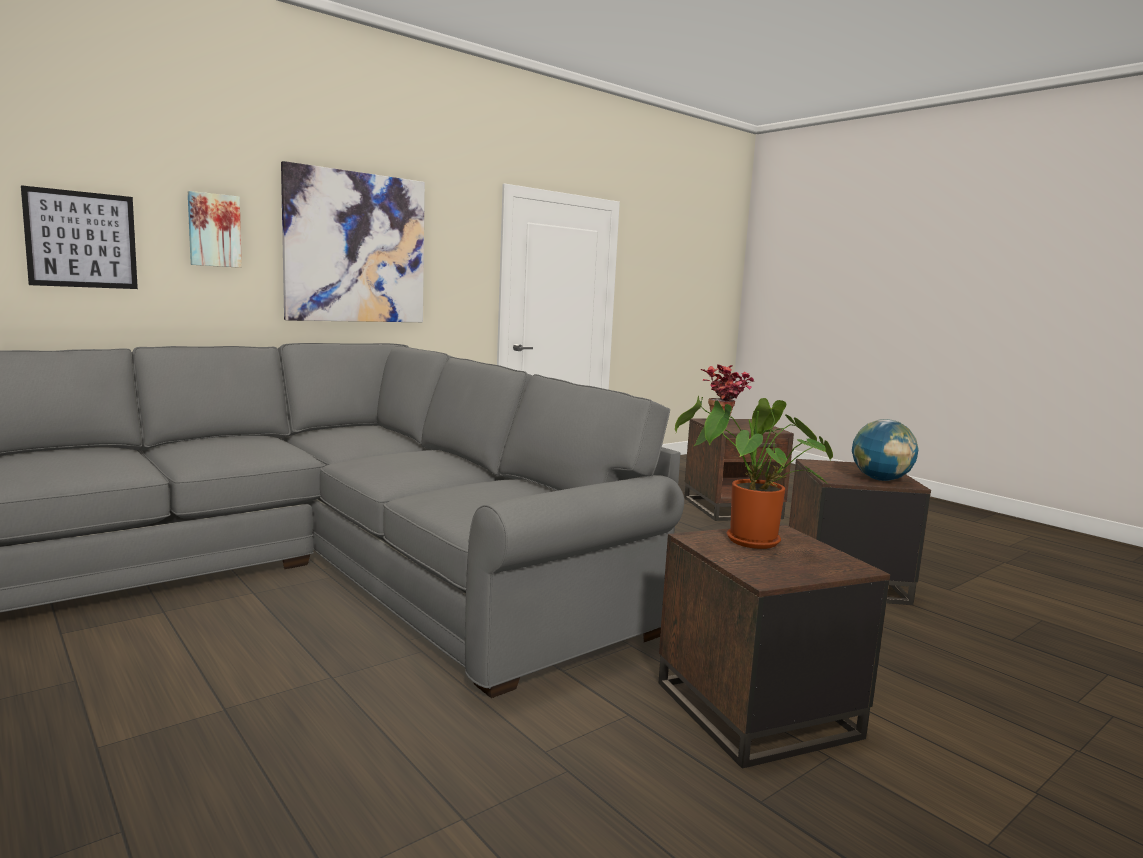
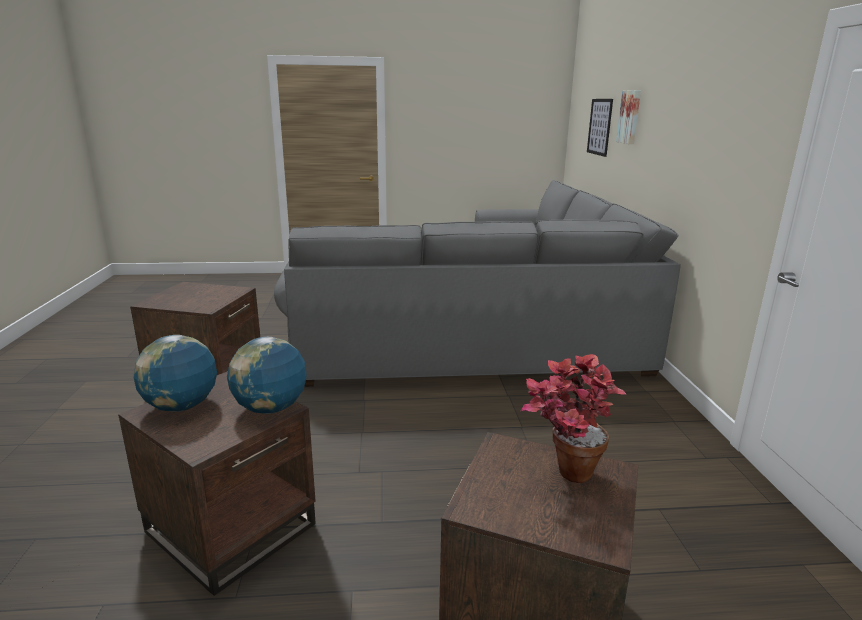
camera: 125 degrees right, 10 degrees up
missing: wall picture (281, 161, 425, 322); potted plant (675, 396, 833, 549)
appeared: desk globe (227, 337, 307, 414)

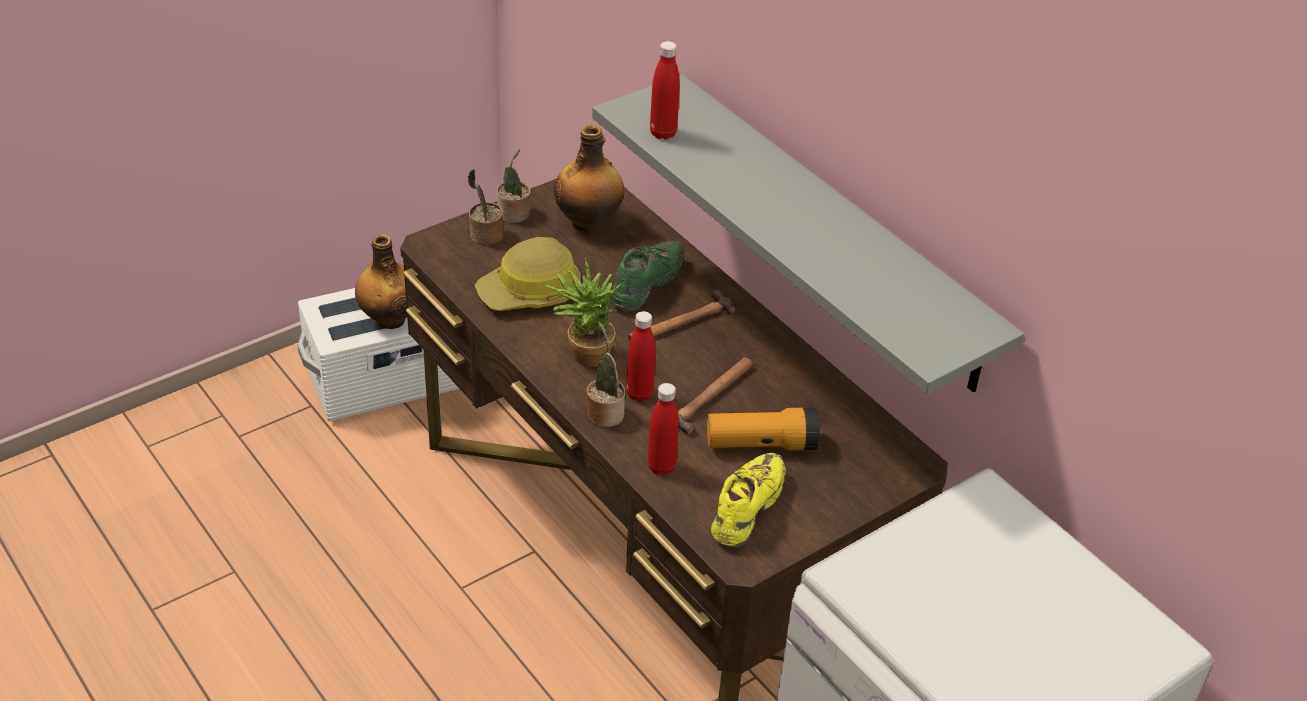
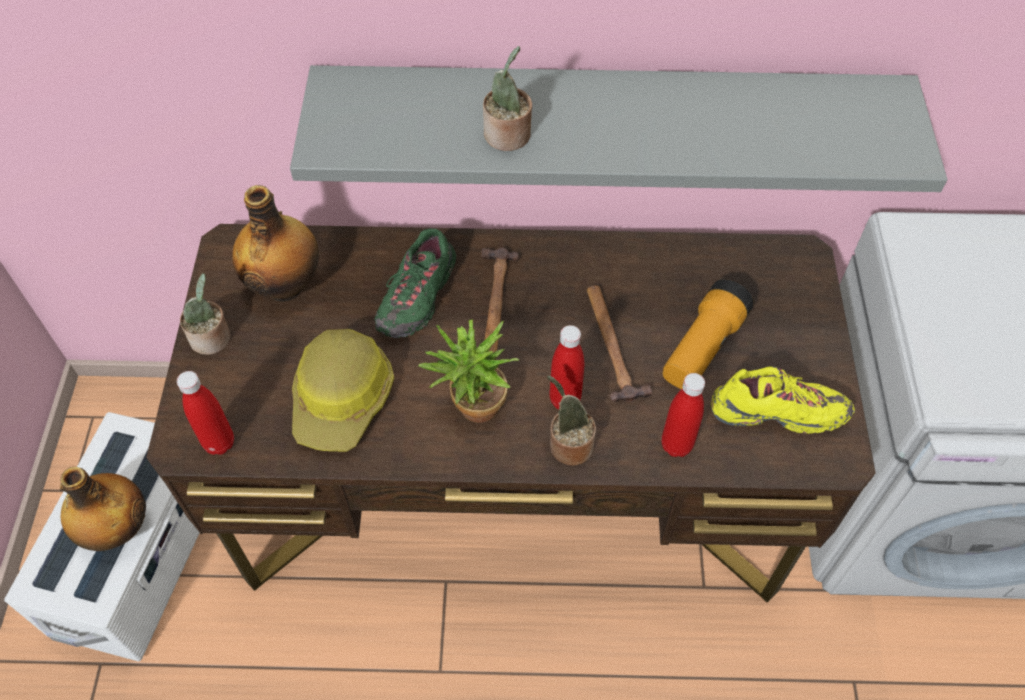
camera: 50 degrees left, 15 degrees up
relocated: potted plant (468, 169, 503, 246) to (483, 46, 532, 151); red-coloured drink bottle (650, 41, 680, 140) to (177, 371, 234, 455)
spun: greenish low shoe (610, 240, 684, 311) = (374, 228, 456, 338) 135 degrees counterclockwise; yellow low shoe (711, 453, 786, 548) = (711, 367, 855, 434) 120 degrees clockwise

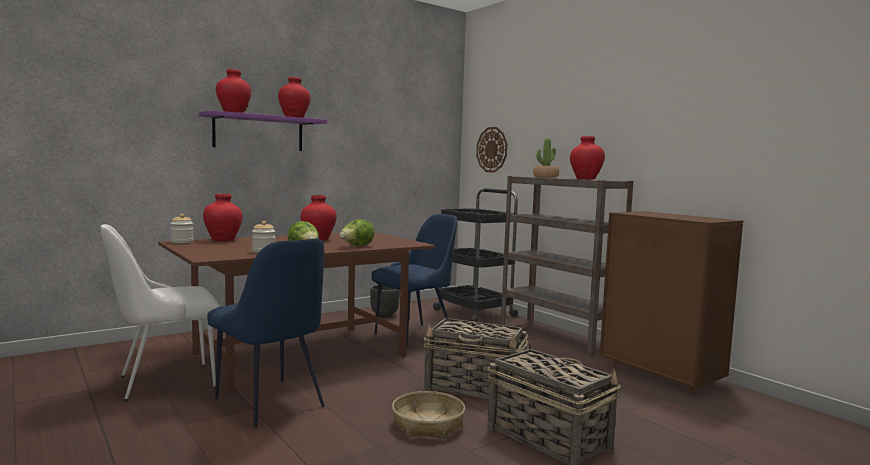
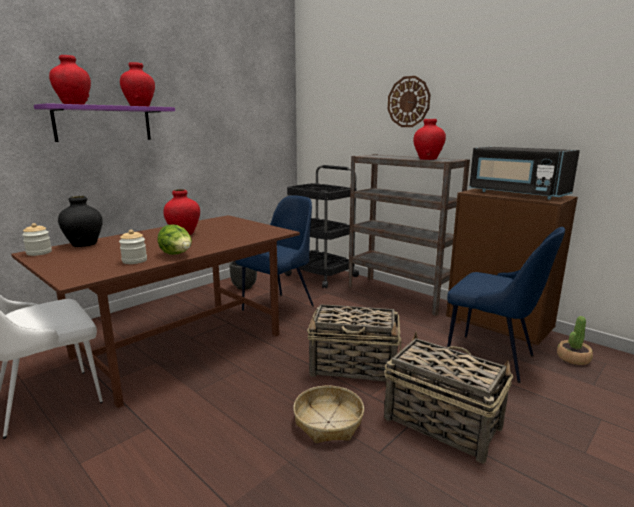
camera: 10 degrees left, 10 degrees up
missing: head of lettuce (340, 219, 375, 246)
appeared: black microwave (469, 147, 580, 199)
relocated: blue chair (207, 239, 325, 428) to (447, 227, 565, 383); clock on the wall (476, 127, 507, 173) to (388, 76, 430, 127); potted plant (533, 138, 559, 178) to (557, 316, 593, 365)
colour: red-coloured vase (203, 193, 243, 241) to black vase (58, 196, 103, 247)

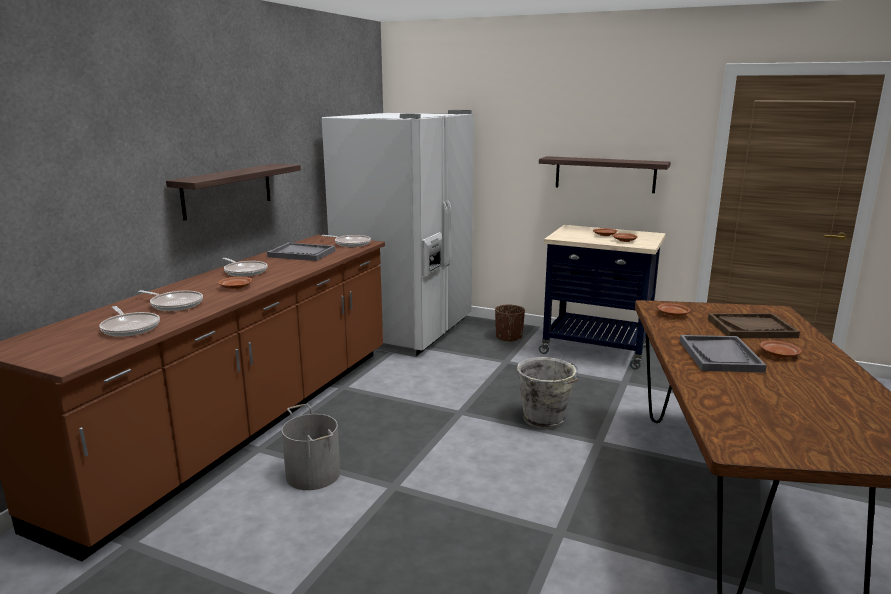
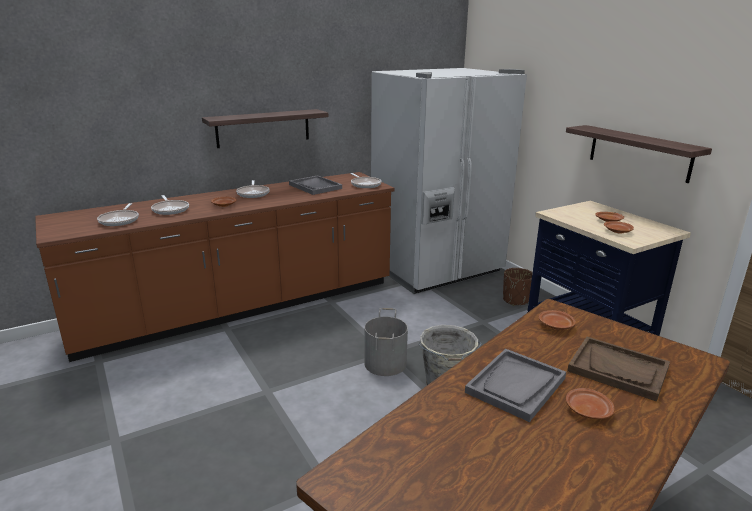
camera: 35 degrees right, 5 degrees up
relocated: grey pail (282, 403, 340, 490) to (365, 308, 408, 376)

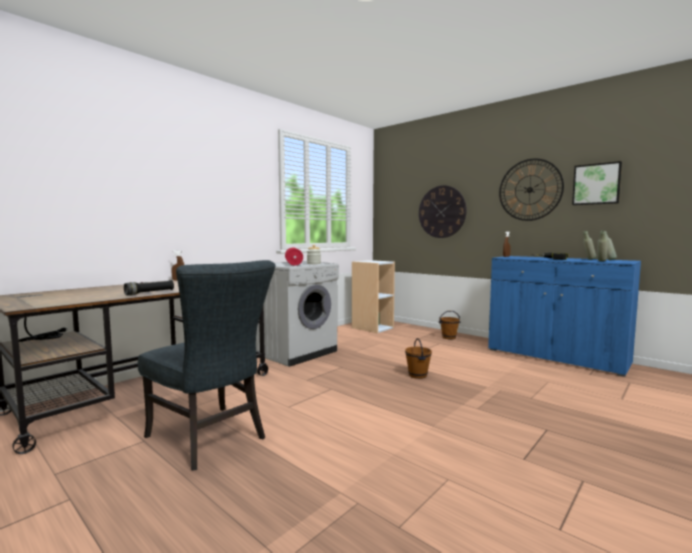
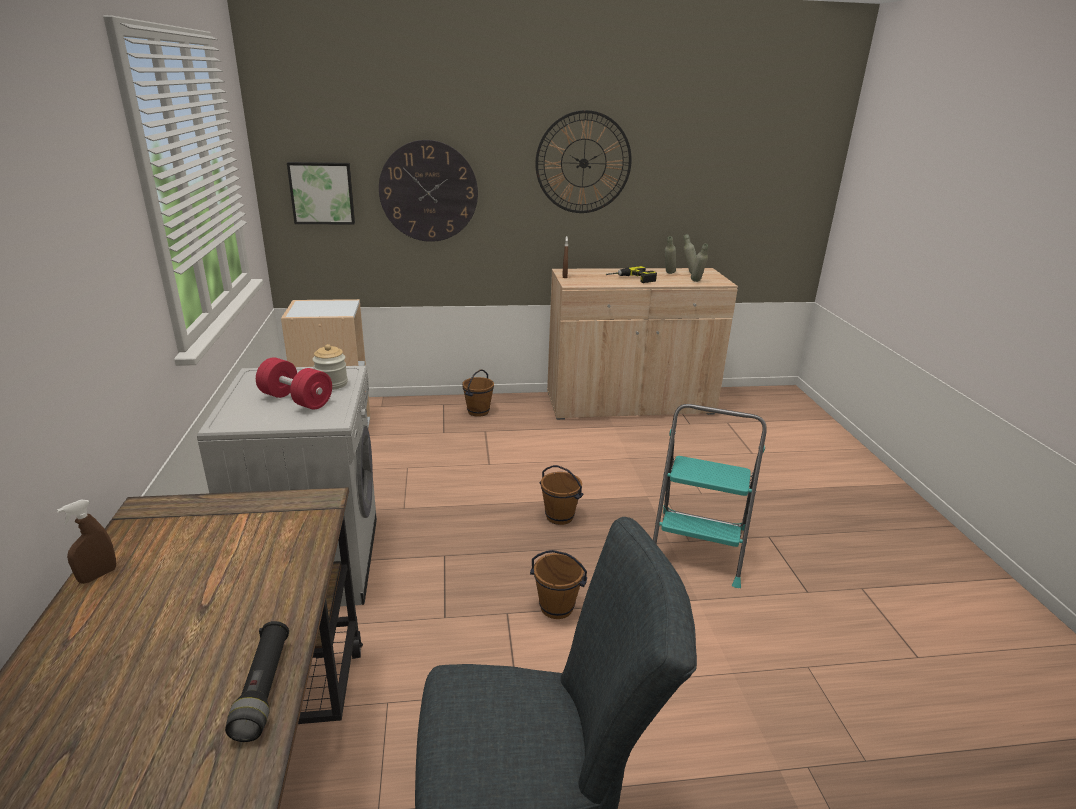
camera: 50 degrees left, 20 degrees up
appeared: brownish pail (530, 550, 587, 619); turquoise-coloured step ladder (653, 404, 767, 588)
relocated: wall picture (572, 161, 622, 205) to (287, 162, 355, 224)
colour: blue storage cabinet (488, 256, 641, 377) to beige-coloured storage cabinet (547, 268, 738, 420)

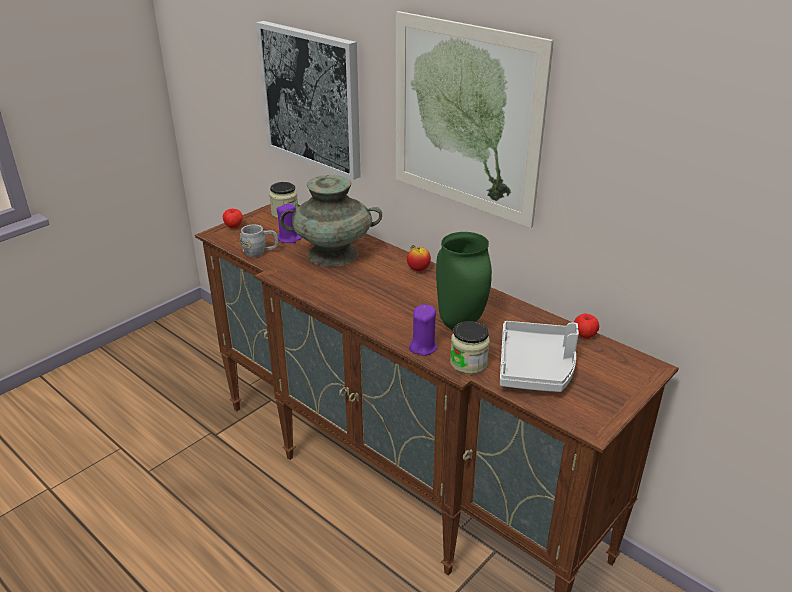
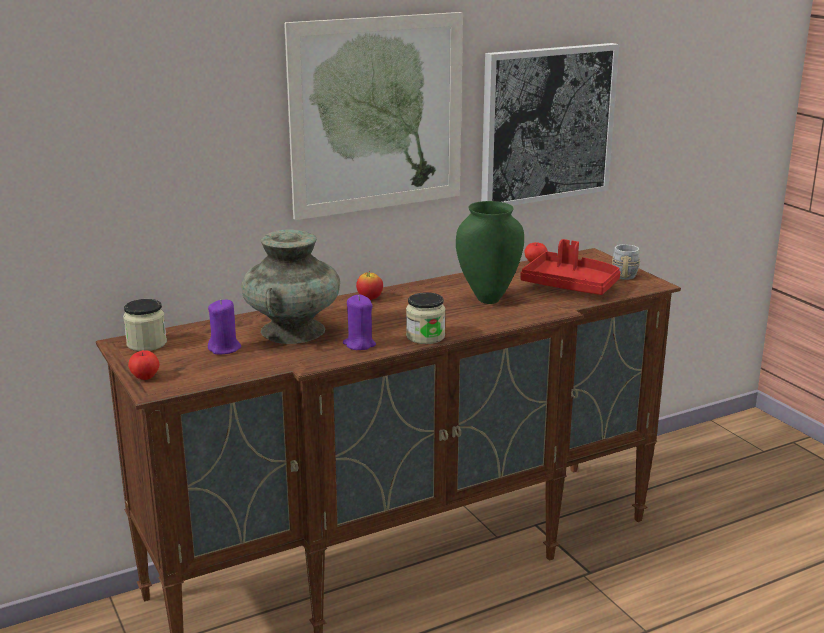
camera: 70 degrees left, 10 degrees down
relocated: grey coffee mug (240, 224, 278, 257) to (612, 244, 640, 280); wall picture (256, 21, 361, 180) to (481, 43, 619, 205); purplish wax candle (409, 305, 438, 356) to (343, 295, 376, 350); storage jar (450, 321, 490, 374) to (406, 292, 445, 344)
colour: grey tray (500, 321, 579, 392) to red-coloured tray (520, 239, 621, 295)

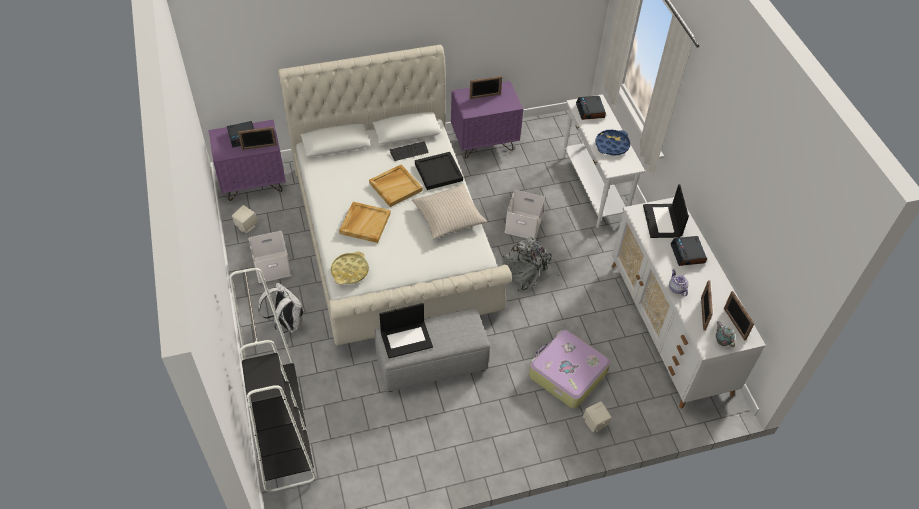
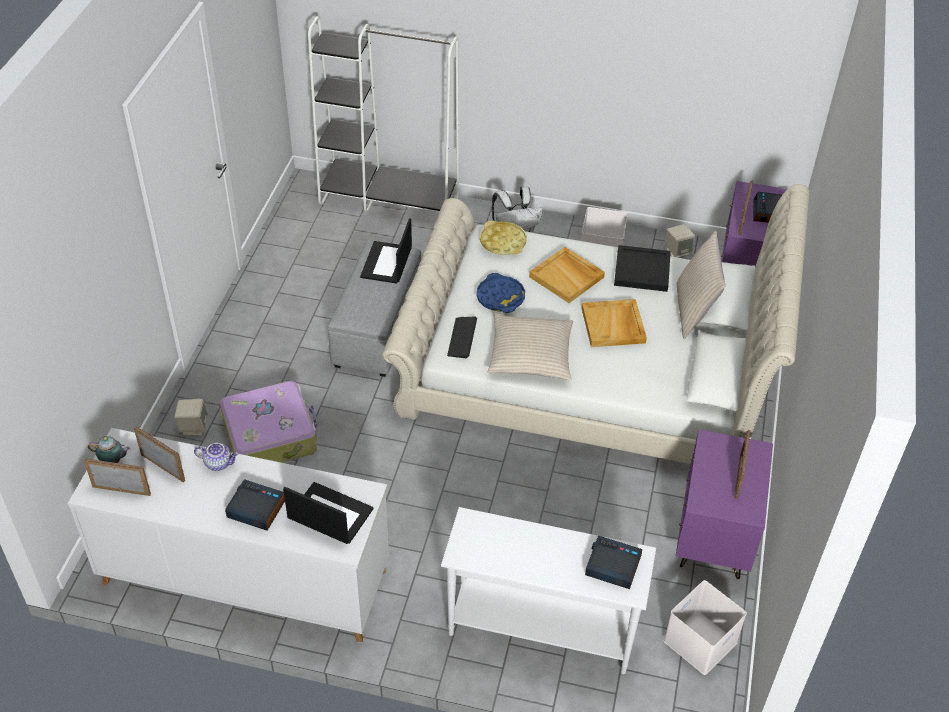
camera: 120 degrees right, 5 degrees down
missing: grey backpack (502, 237, 560, 292)
appeared: beige-coloured throw pillow (677, 231, 726, 339)
relocated: computer keyboard (390, 141, 428, 161) to (447, 316, 477, 358); black tray (415, 152, 463, 190) to (614, 245, 671, 292); whitish storage box (505, 190, 545, 239) to (664, 580, 747, 675); blue tray (596, 130, 630, 156) to (476, 273, 525, 313)

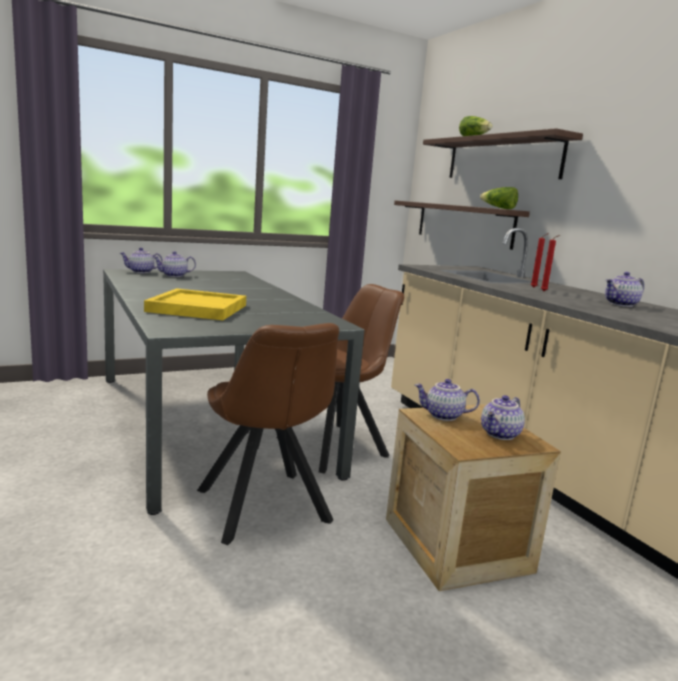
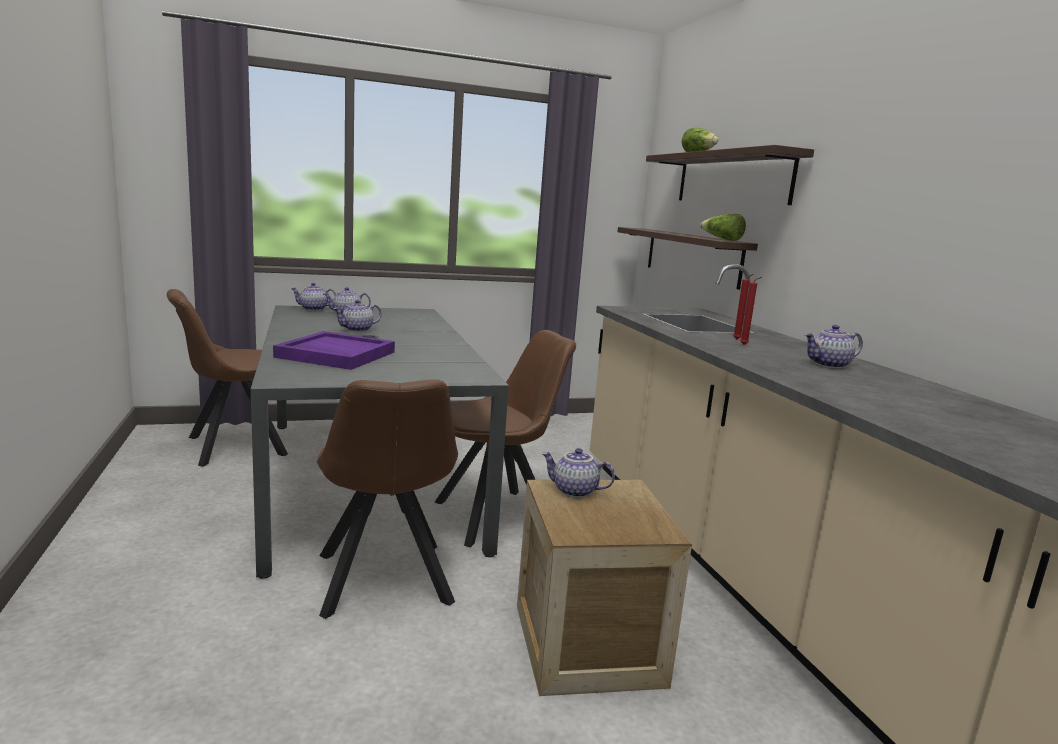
camera: 10 degrees right, 0 degrees up
appeared: brownish chair (167, 289, 288, 467)
relocated: teapot (481, 395, 525, 440) to (333, 300, 382, 332)
colour: yellow tray (144, 288, 246, 320) to purplish tray (273, 331, 395, 370)

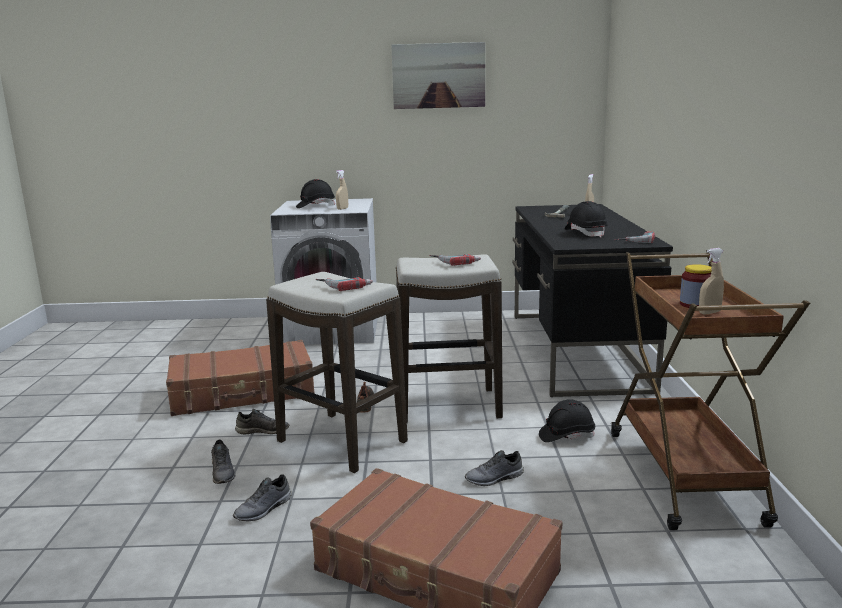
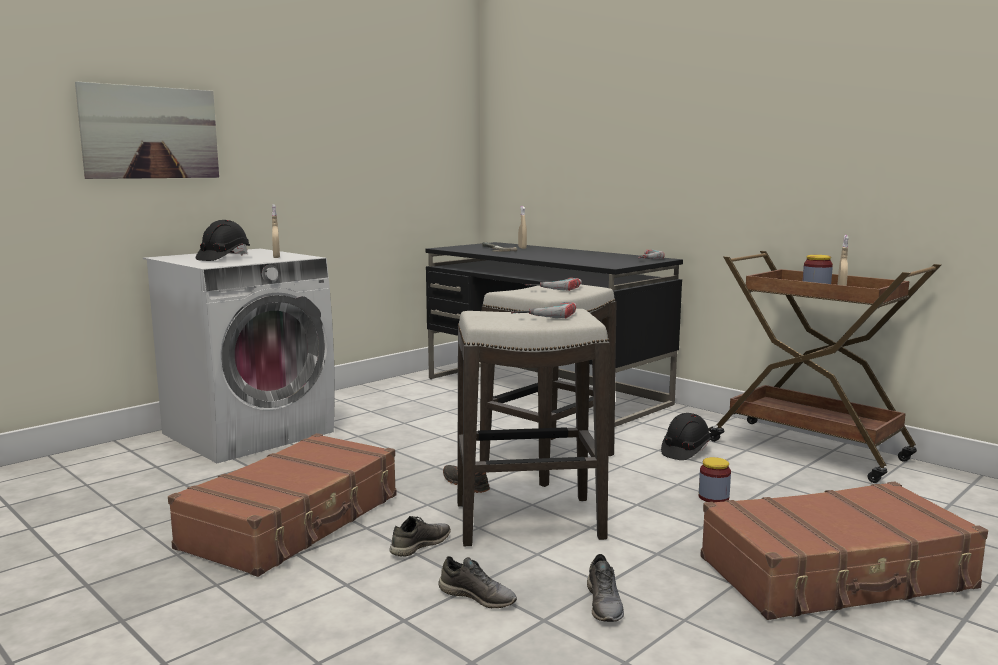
camera: 45 degrees left, 5 degrees down
missing: black hard hat (565, 201, 608, 238)
relocated: wall picture (391, 42, 485, 109) to (75, 81, 219, 179)
exchanged: grey low shoe (465, 450, 524, 486) to storage jar (699, 457, 731, 502)

